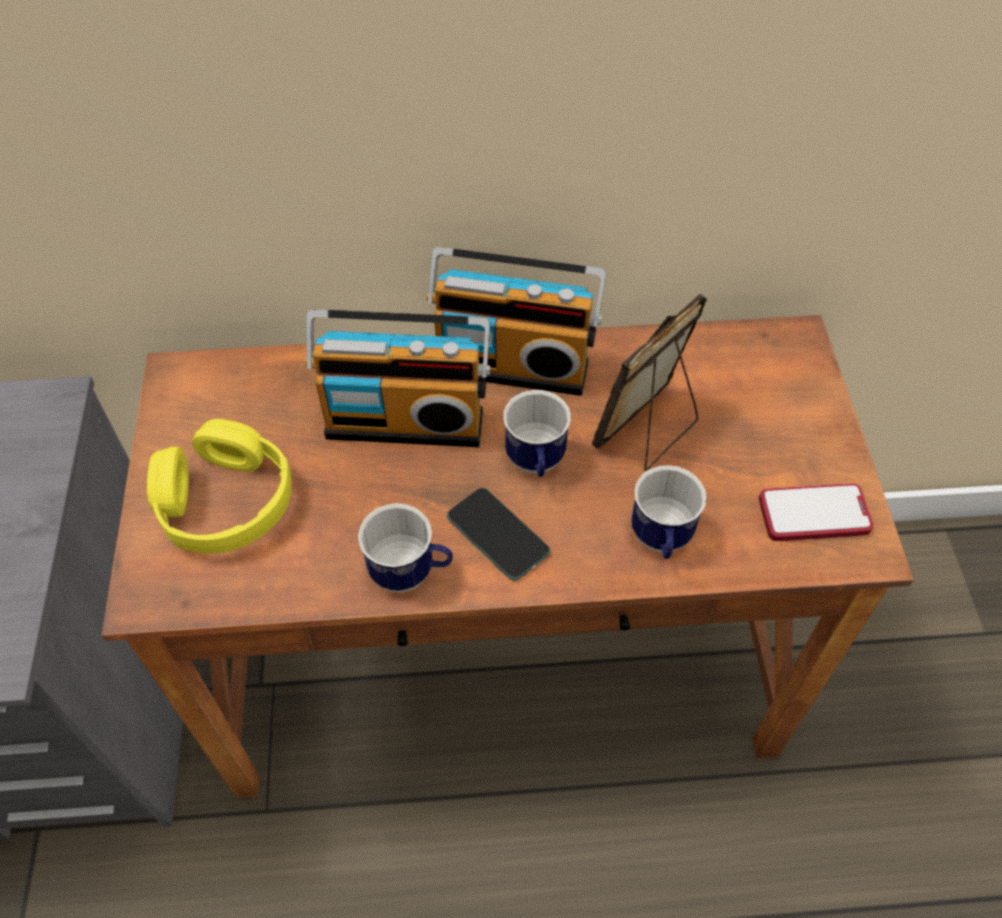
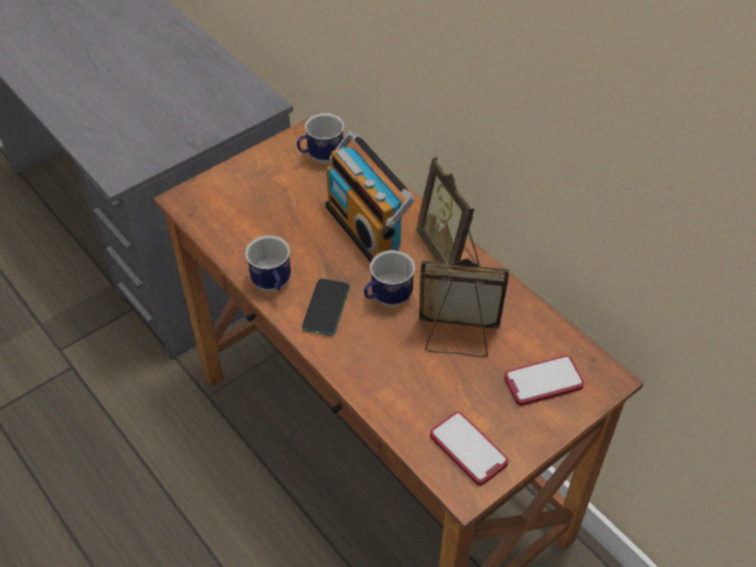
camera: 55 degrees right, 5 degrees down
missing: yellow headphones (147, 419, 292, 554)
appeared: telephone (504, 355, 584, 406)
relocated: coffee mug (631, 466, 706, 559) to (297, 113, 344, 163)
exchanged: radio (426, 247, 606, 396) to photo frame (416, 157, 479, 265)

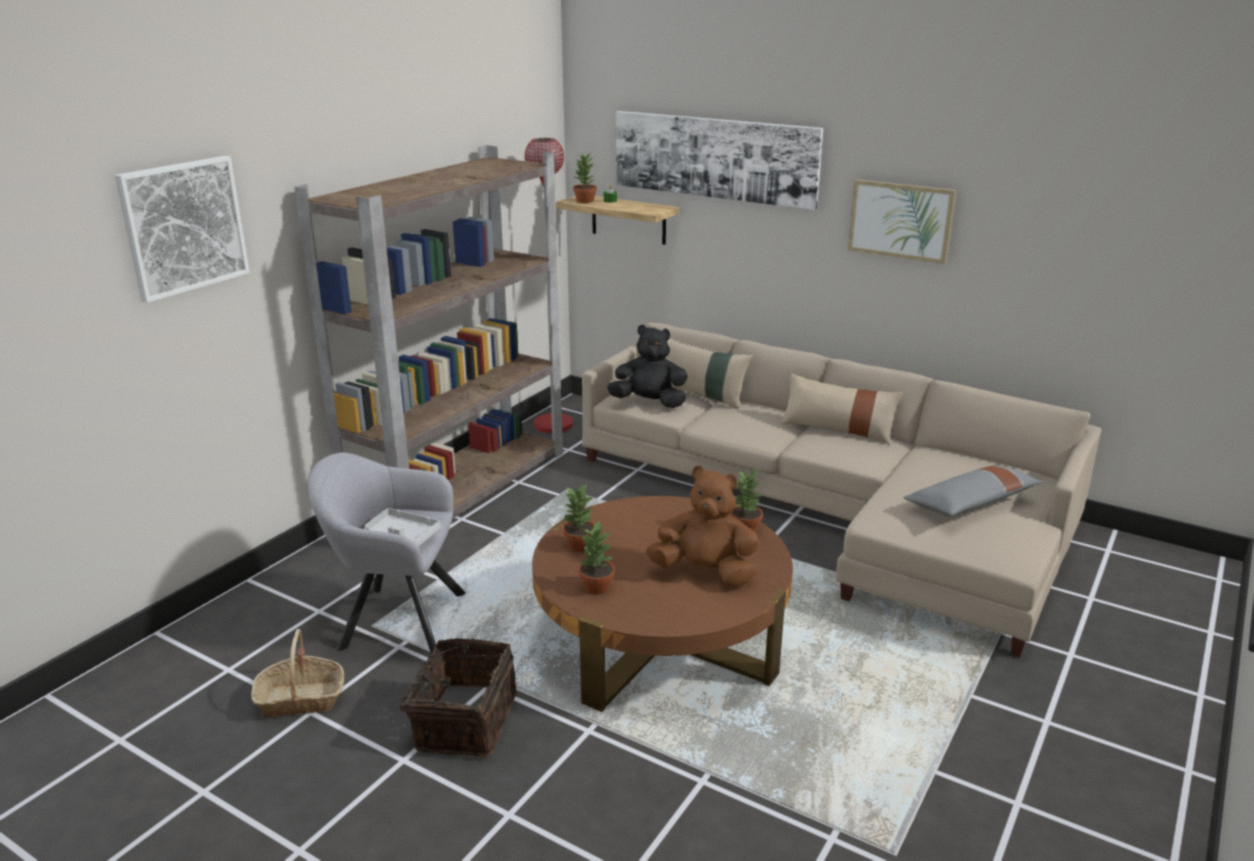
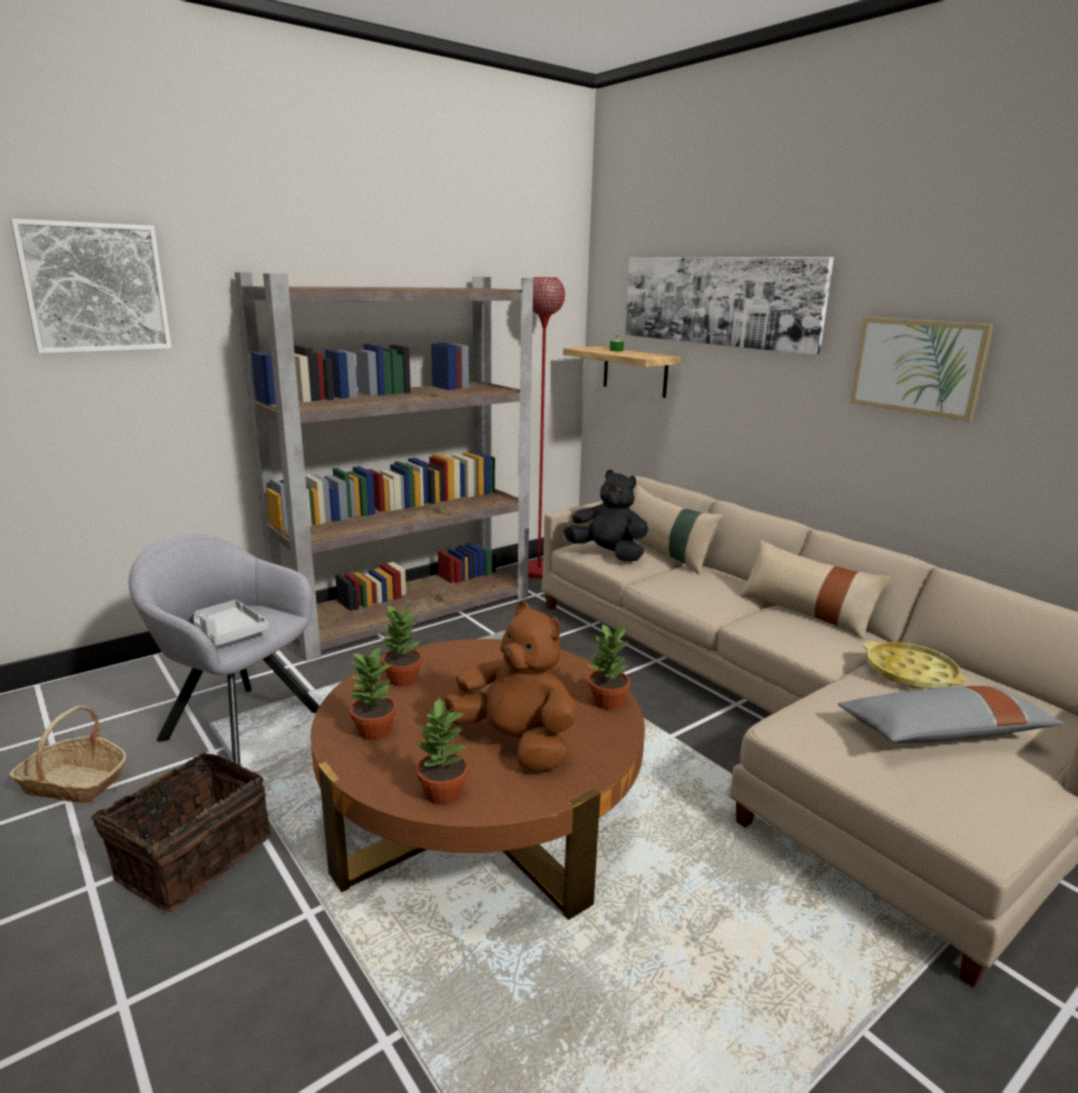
camera: 20 degrees right, 5 degrees down
appeared: yellow tray (864, 641, 967, 689)
relocated: potted plant (573, 152, 597, 203) to (417, 698, 468, 805)

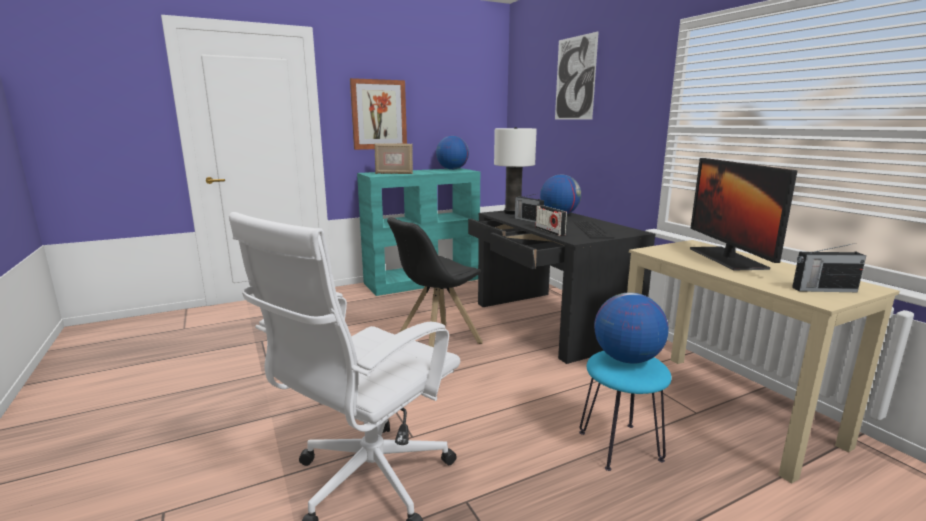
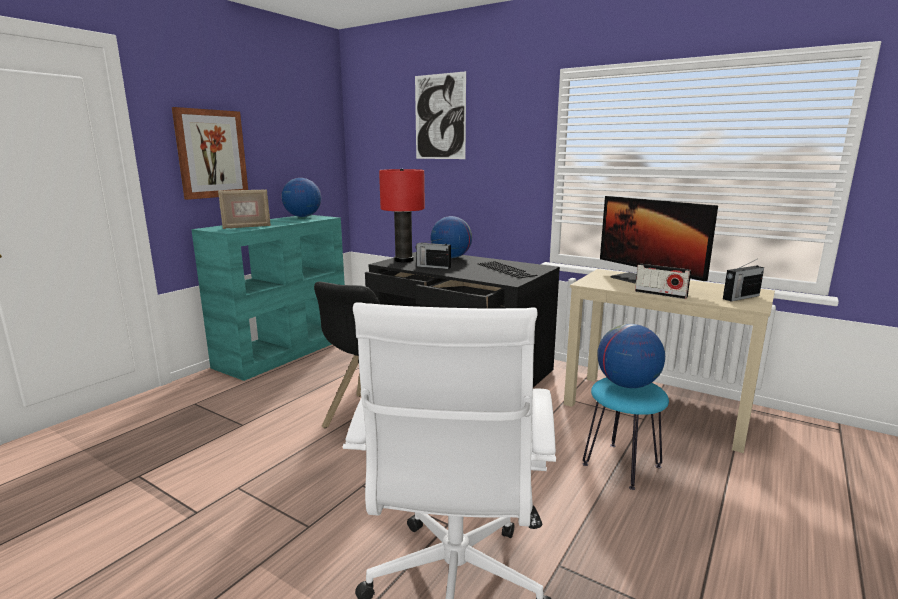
camera: 30 degrees left, 0 degrees up
relocated: radio (536, 205, 567, 236) to (635, 264, 691, 299)
colour: whitish tabletop lamp (494, 127, 537, 215) to red-coloured tabletop lamp (379, 169, 425, 262)

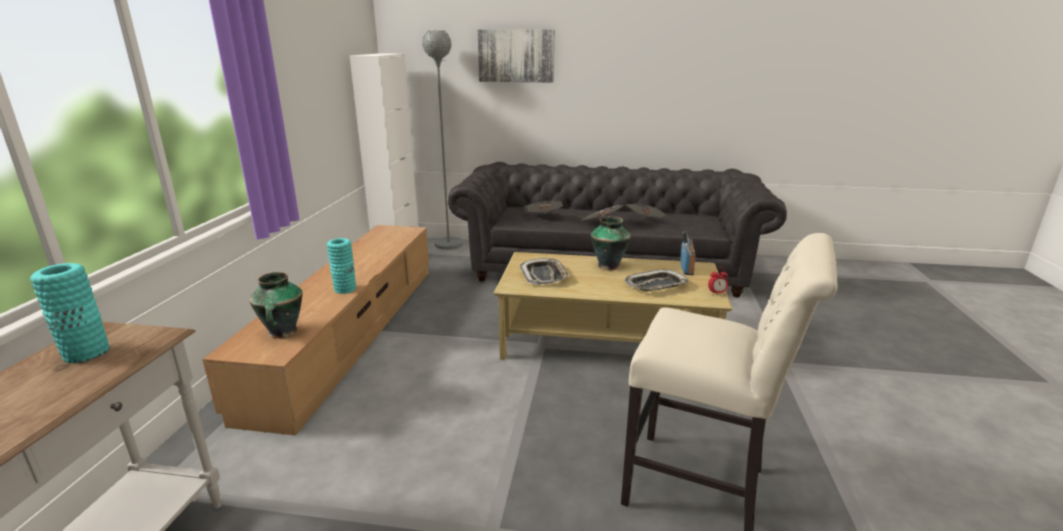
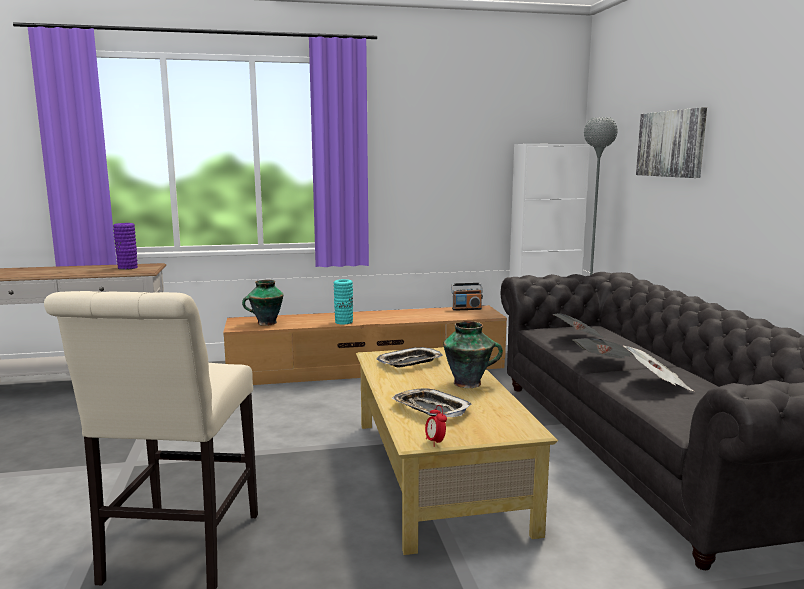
camera: 70 degrees right, 10 degrees down
relocated: radio (680, 231, 695, 275) to (451, 283, 483, 311)
colour: turquoise-coloured vase (30, 263, 110, 363) to purplish vase (113, 223, 138, 270)

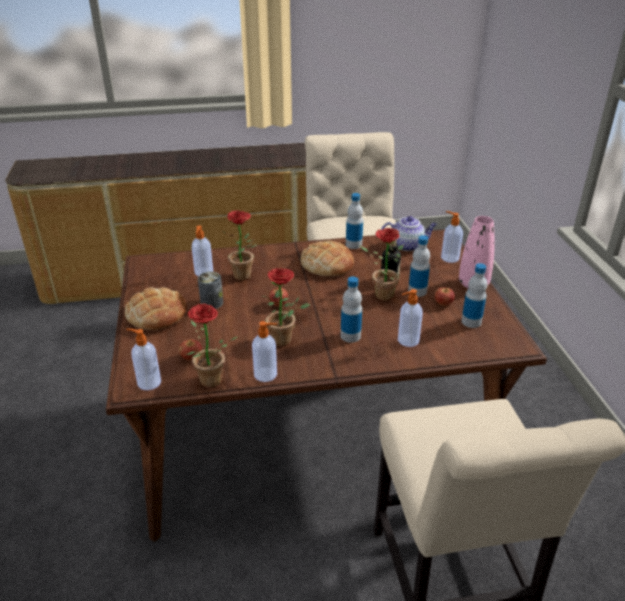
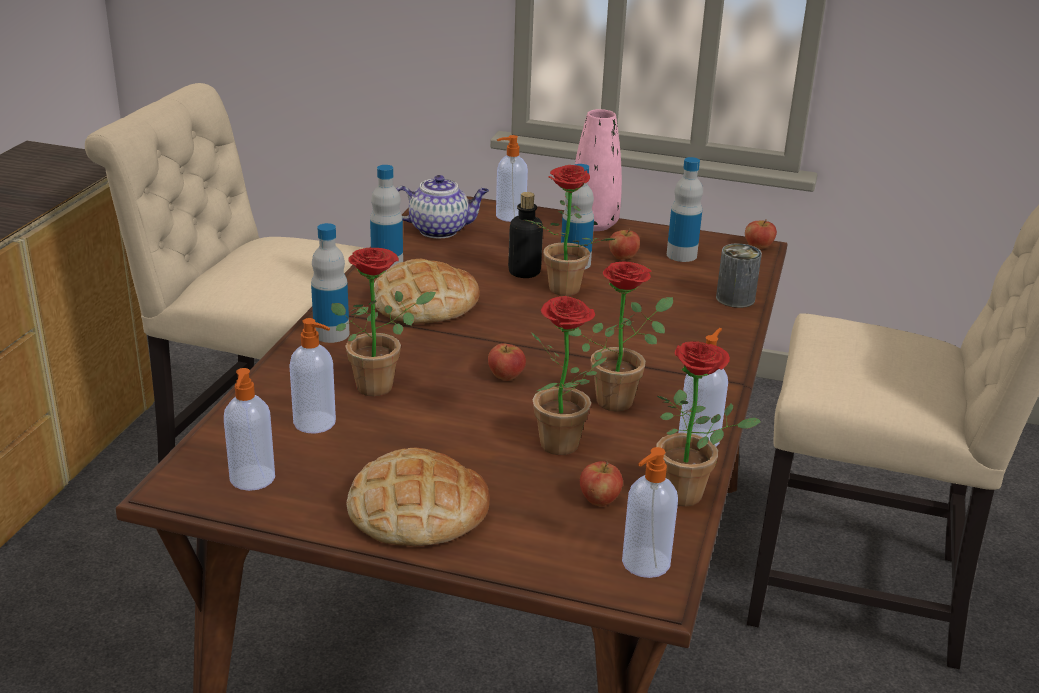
camera: 65 degrees left, 5 degrees down
appeared: potted plant (531, 296, 607, 455); apple (745, 219, 777, 249)
relocated: metal can (198, 272, 223, 309) to (716, 243, 762, 308); drink bottle (340, 276, 362, 343) to (311, 223, 349, 343); soap bottle (398, 289, 423, 347) to (224, 368, 275, 491)
spun: teapot (381, 216, 437, 251) = (396, 175, 489, 238) 60 degrees clockwise

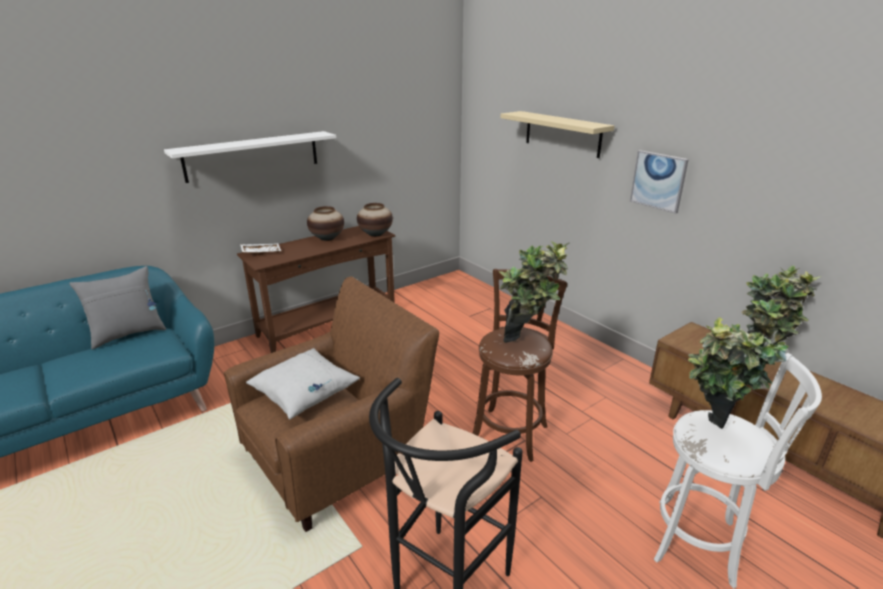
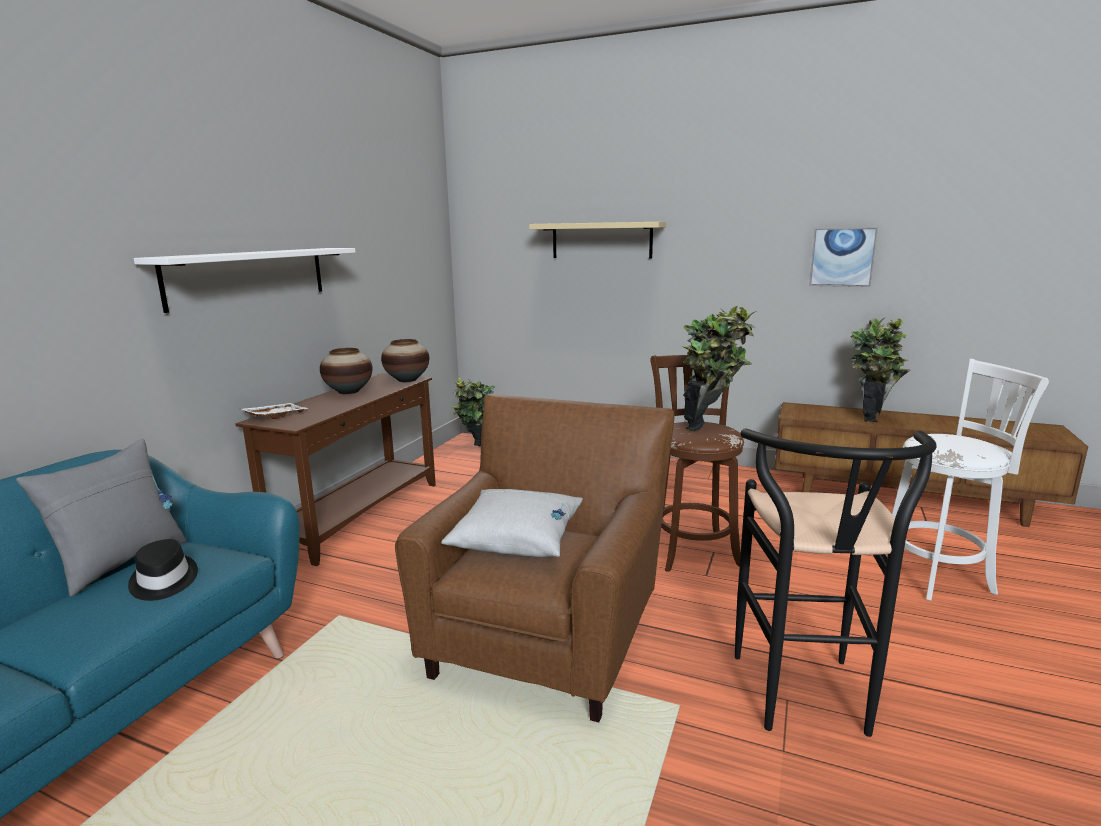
camera: 30 degrees left, 10 degrees down
appeared: black clothing hat (128, 539, 198, 601)
relocated: wall picture (630, 150, 689, 214) to (809, 227, 878, 287); potted plant (688, 317, 789, 429) to (452, 377, 494, 447)

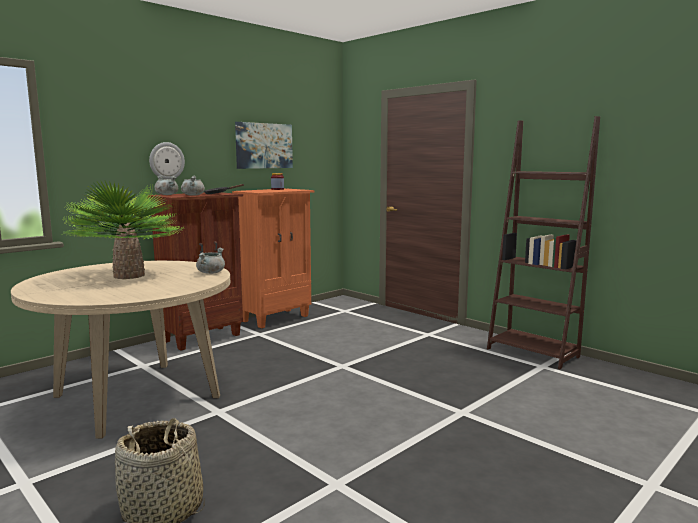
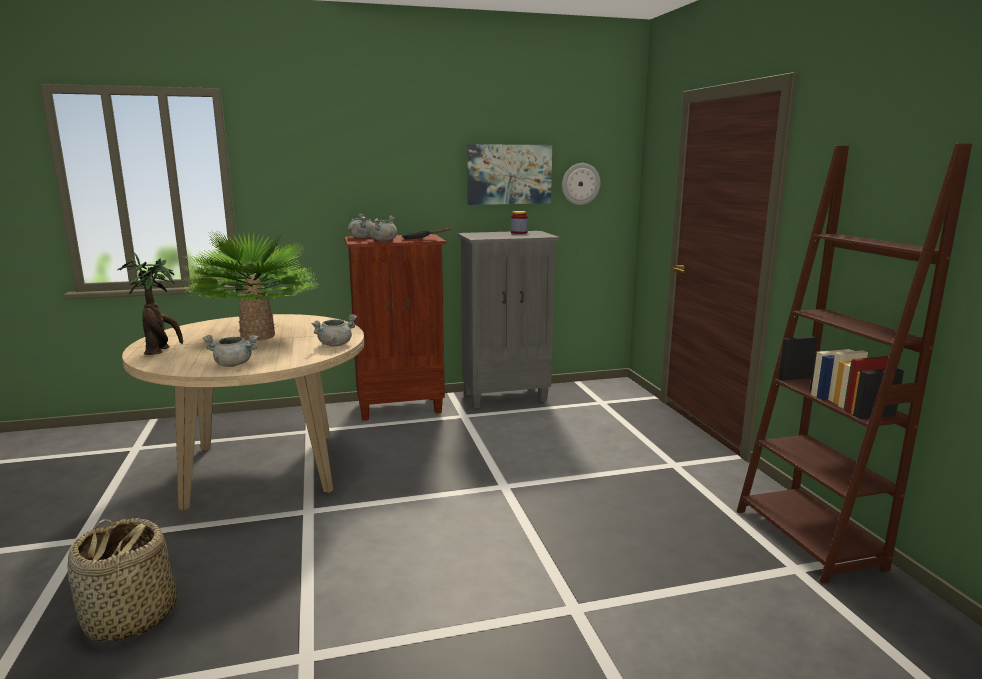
camera: 30 degrees right, 5 degrees up
appeared: potted plant (117, 252, 183, 355); grey stockpot (203, 335, 259, 367)
relocated: clock on the wall (149, 142, 185, 179) to (562, 163, 601, 205)
colour: orange-coloured storage cabinet (232, 189, 314, 328) to grey storage cabinet (458, 231, 560, 408)

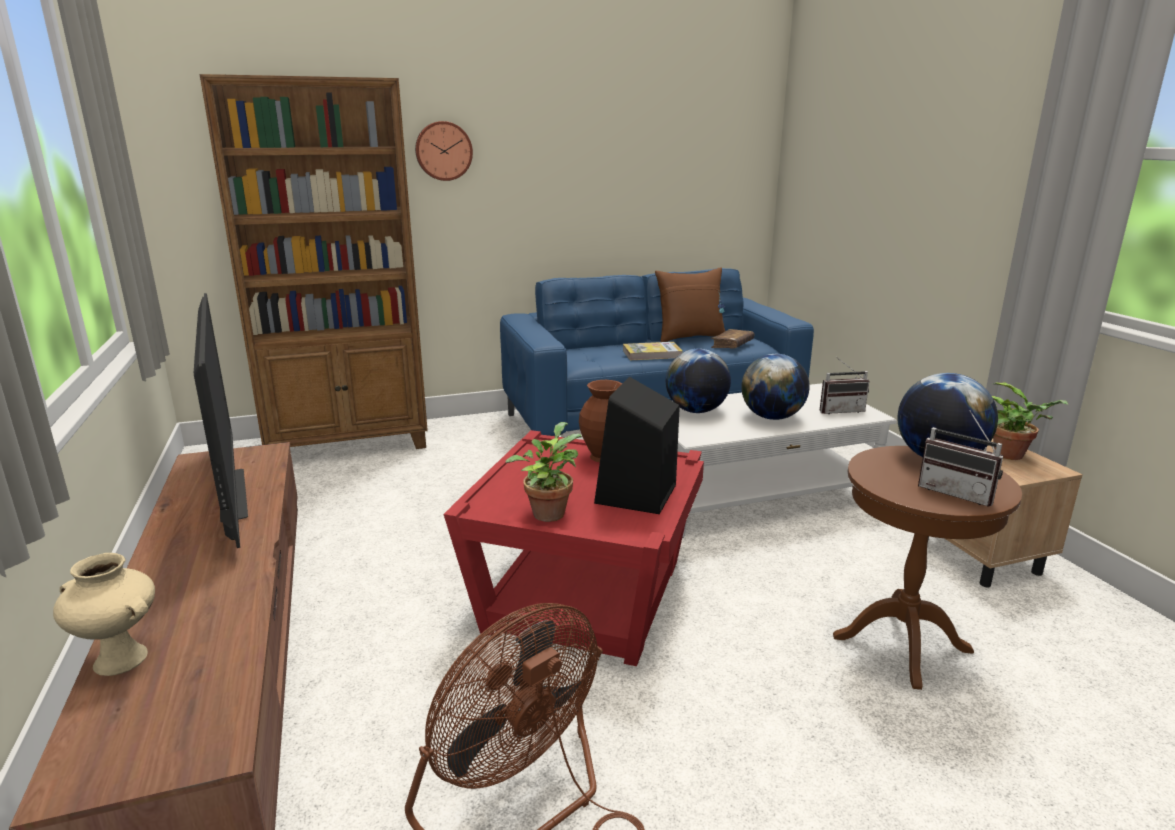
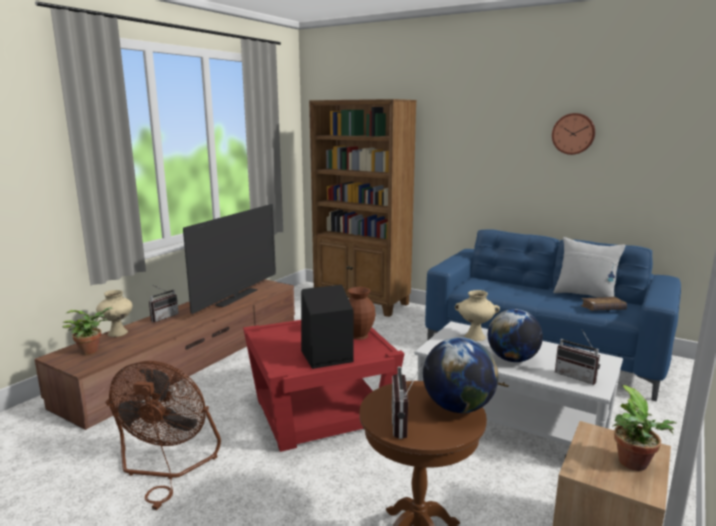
camera: 50 degrees right, 5 degrees down
missing: book (623, 342, 683, 360)
appeared: radio (149, 285, 179, 322)
relocated: clock on the wall (415, 121, 473, 181) to (552, 113, 595, 155); potted plant (505, 422, 582, 522) to (62, 307, 113, 355)
exchanged: desk globe (666, 349, 731, 413) to beige-coloured vase (455, 290, 500, 341)
colour: brownish throw pillow (655, 267, 726, 342) to grey throw pillow (553, 237, 626, 298)

